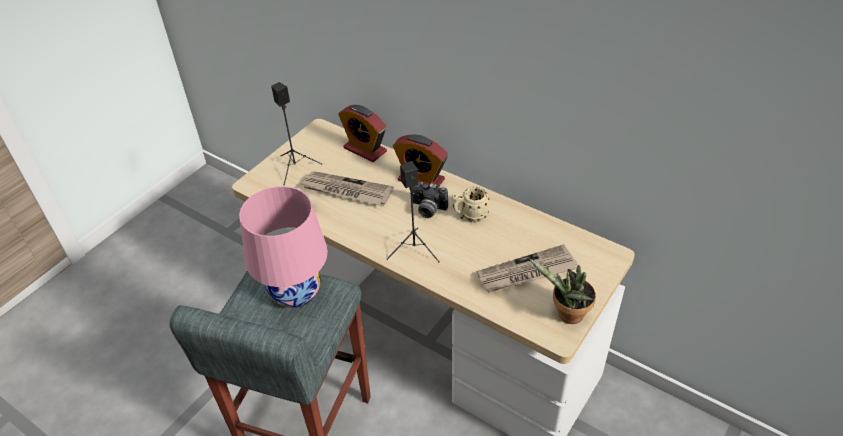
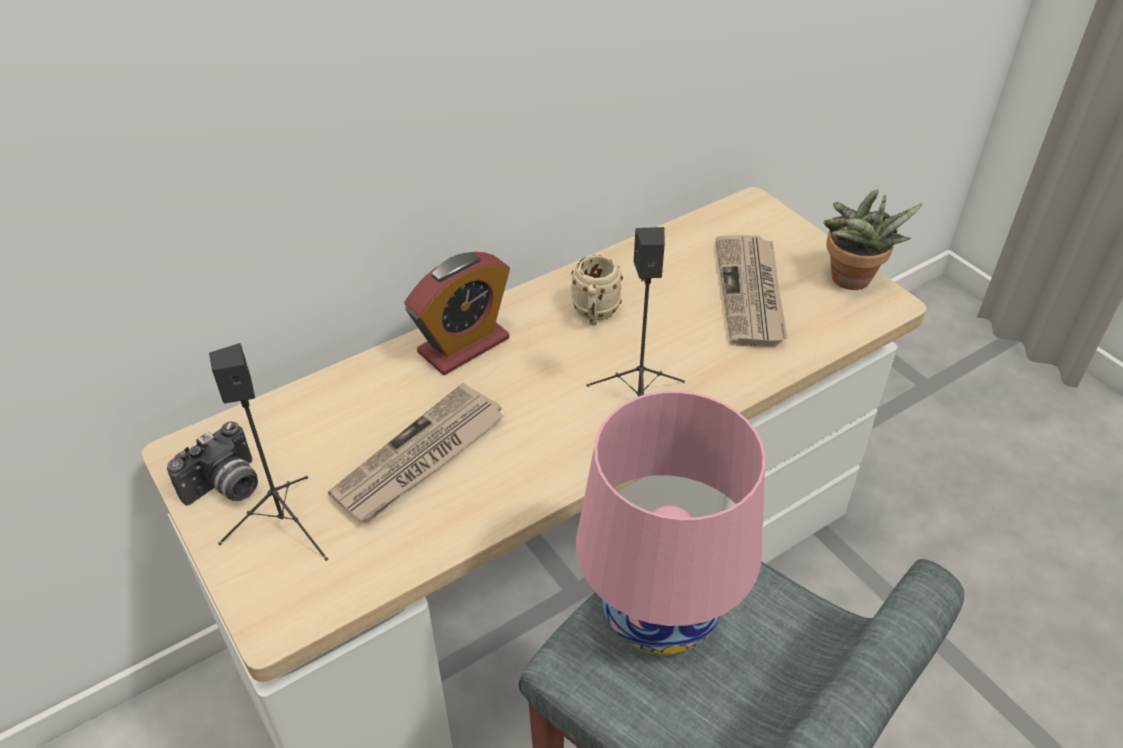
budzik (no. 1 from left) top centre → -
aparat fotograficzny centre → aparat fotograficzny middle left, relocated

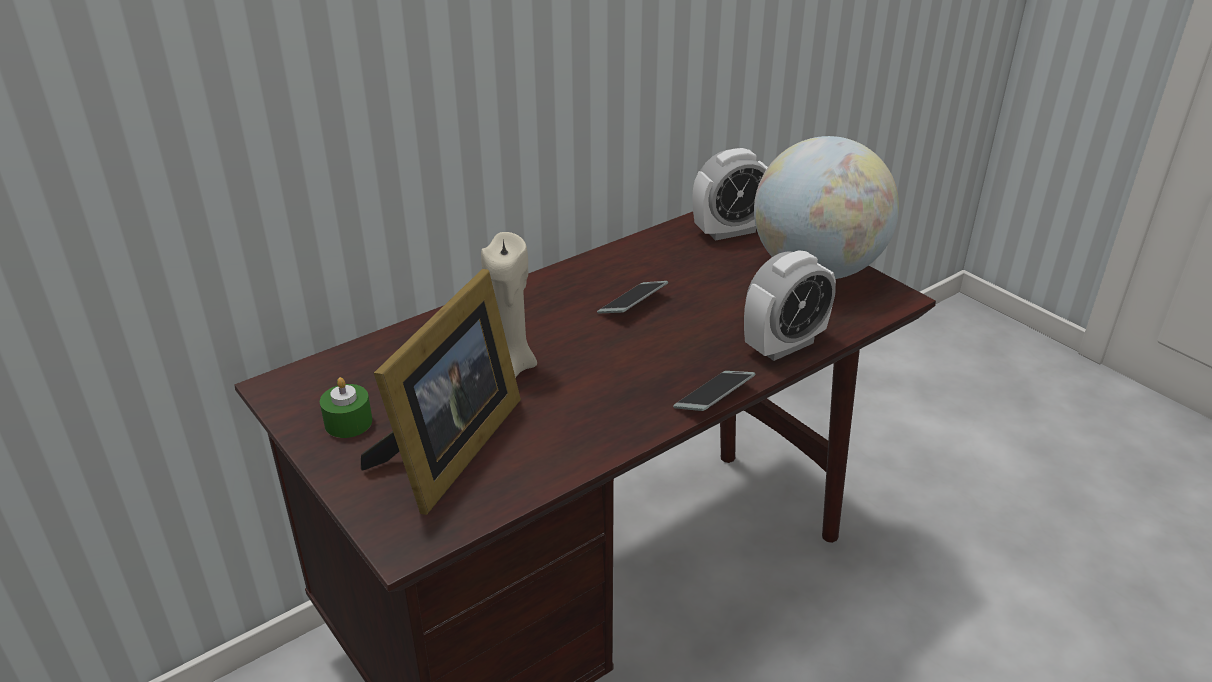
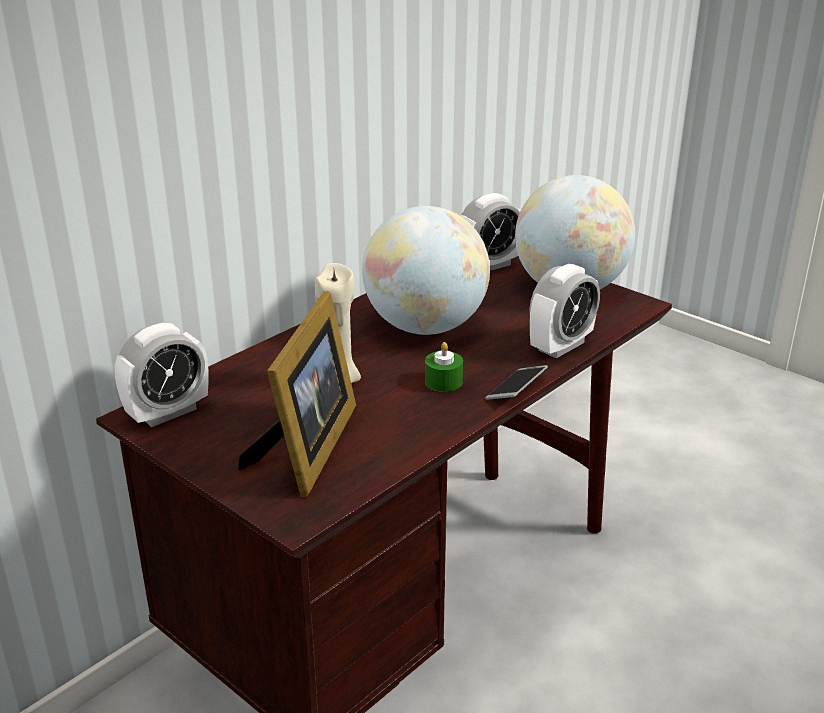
świeca/zielony middle left → świeca/zielony centre, relocated
telefon (no. 1 from left) centre → globus (no. 1 from left) centre
- → budzik (no. 1 from left) middle left

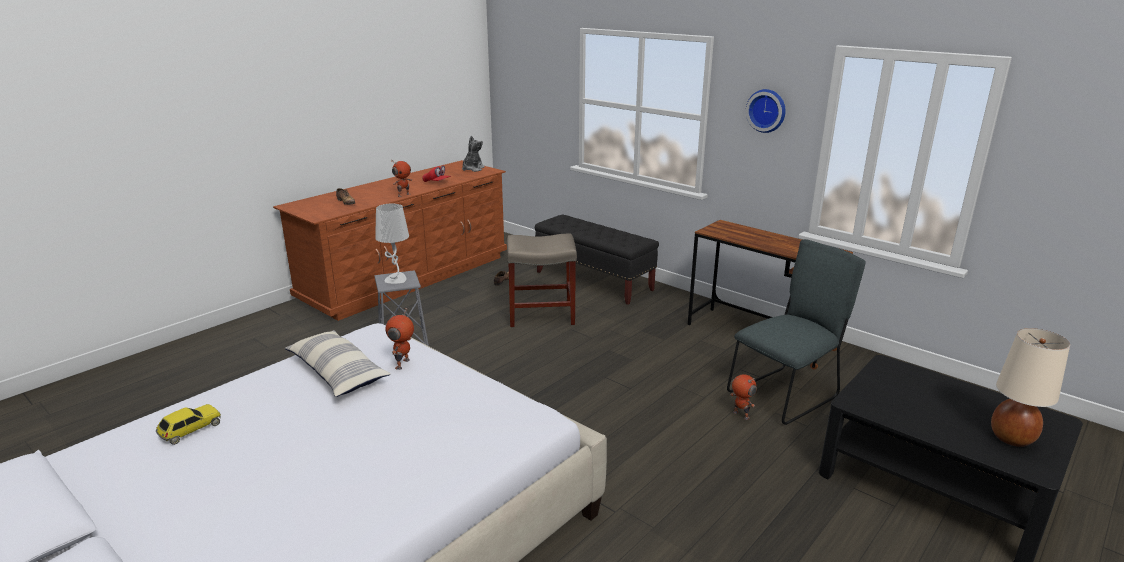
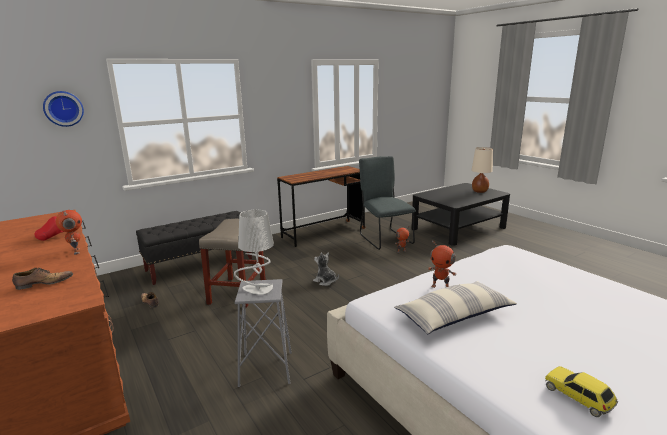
pluszak top centre → pluszak centre, relocated
zegar ścienny top right → zegar ścienny top left, relocated

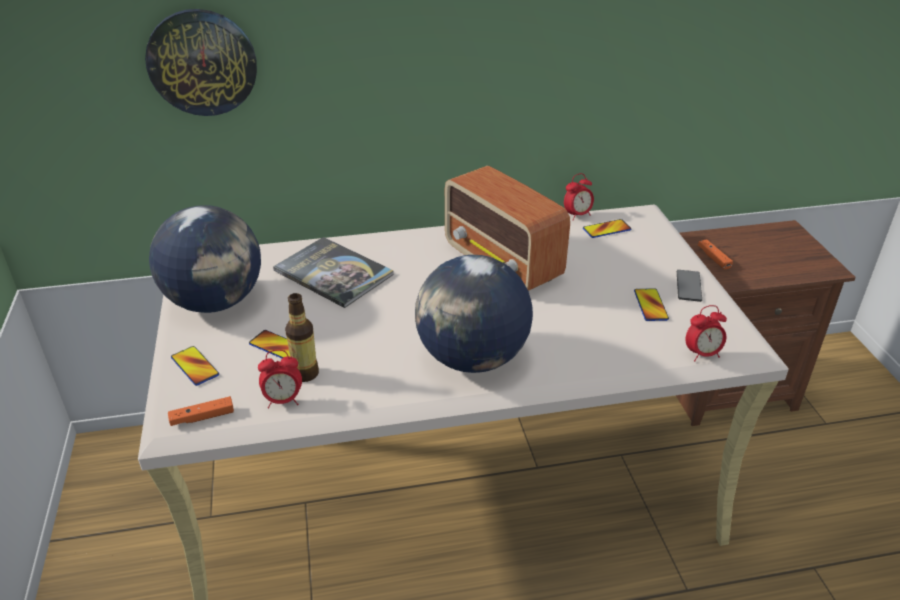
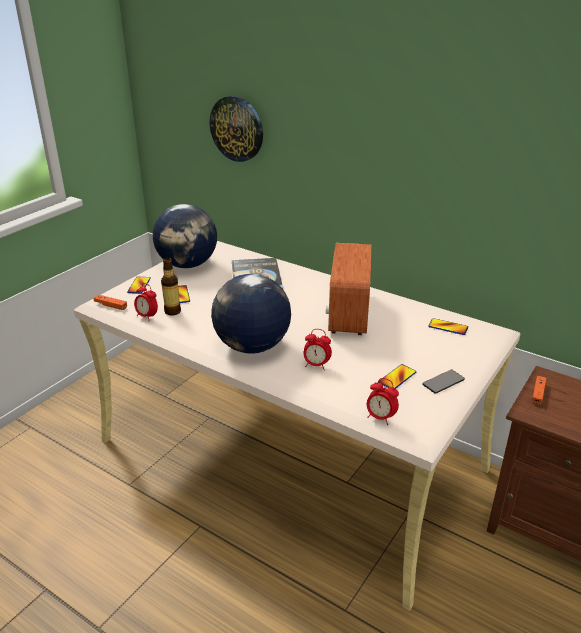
budzik (no. 2 from left) top centre → budzik (no. 2 from left) centre, relocated

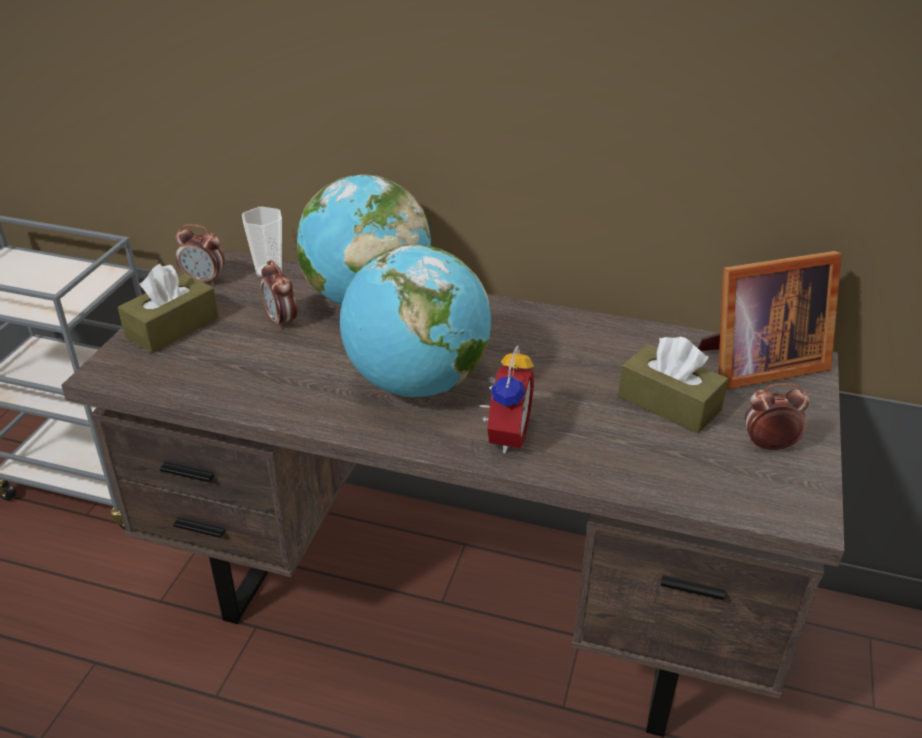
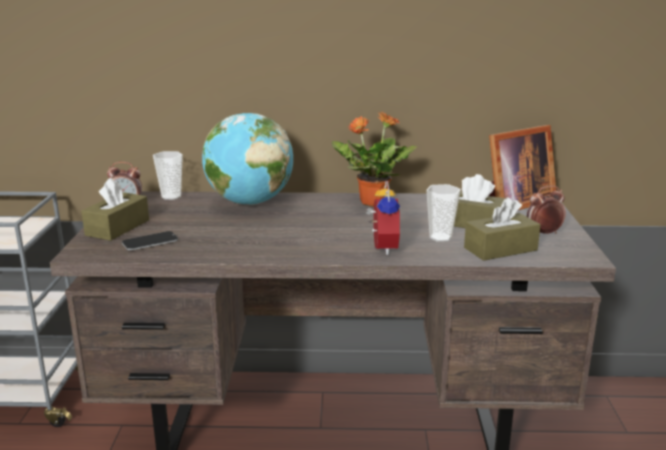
budzik (no. 2 from left) middle left → -
globus (no. 2 from left) centre → -
- → telefon middle left
- → roślina doniczkowa centre
- → filiżanka (no. 2 from left) centre
- → pudełko chusteczek/brązowy (no. 3 from left) middle right

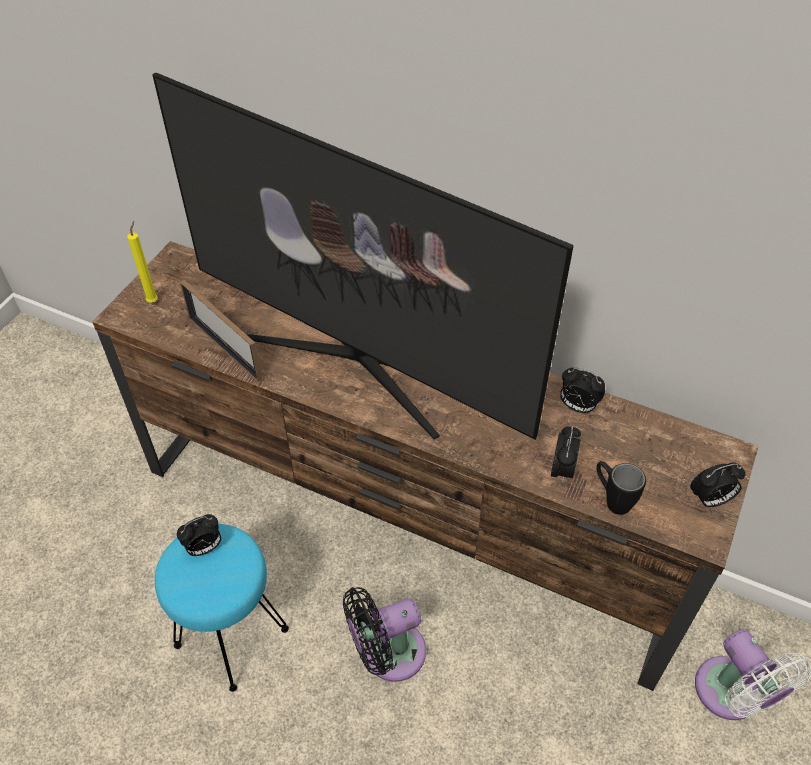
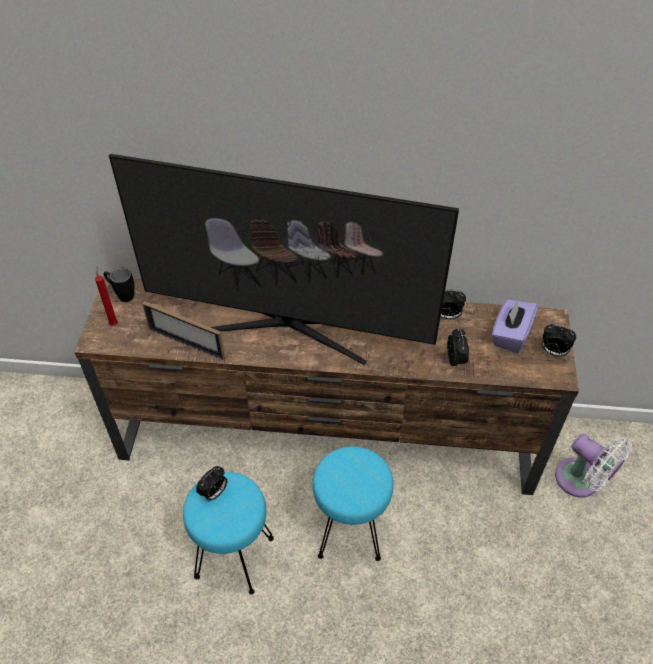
świeca/żółty middle left → świeca/czerwony middle left
wentylator/czarny bottom centre → stołek/turkusowy (no. 2 from left) bottom centre
kubek/czarny middle right → kubek/czarny middle left, relocated
budzik (no. 4 from left) middle right, 60 degrees clockwise
- → pudełko chusteczek/fioletowy middle right

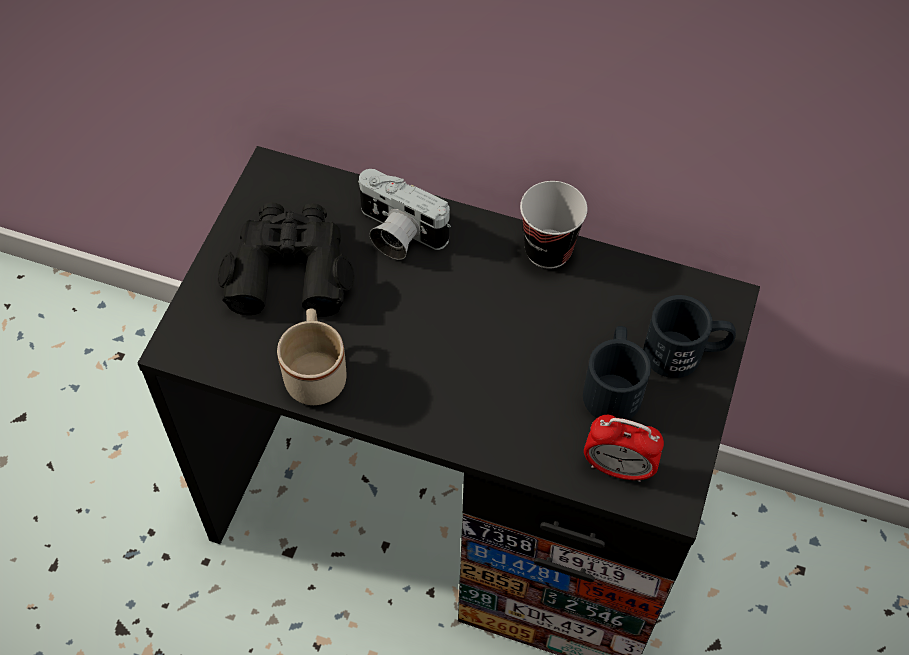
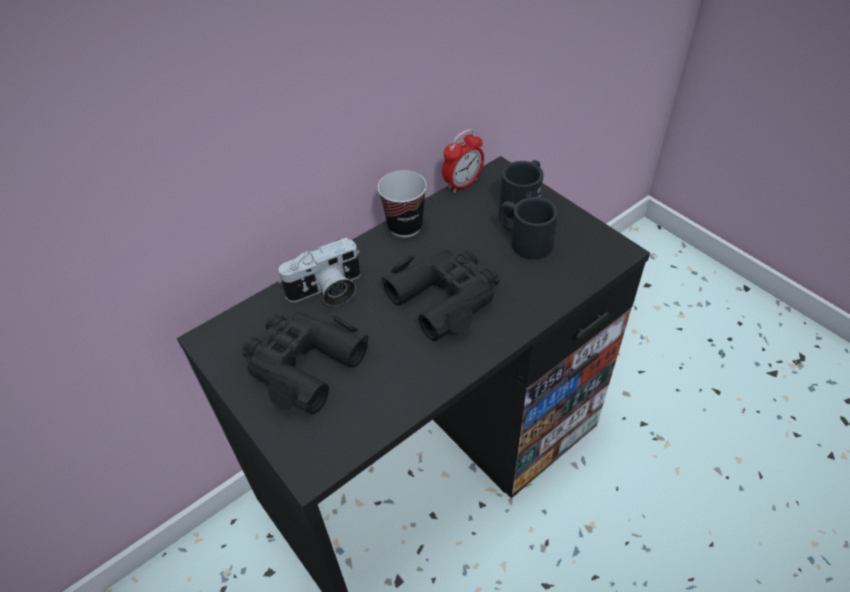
kubek/beżowy centre → -
budzik bottom right → budzik top centre, relocated
- → lornetka/czarny (no. 2 from left) centre

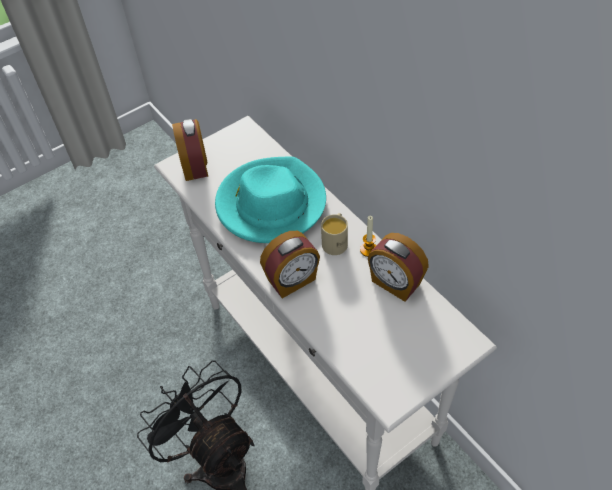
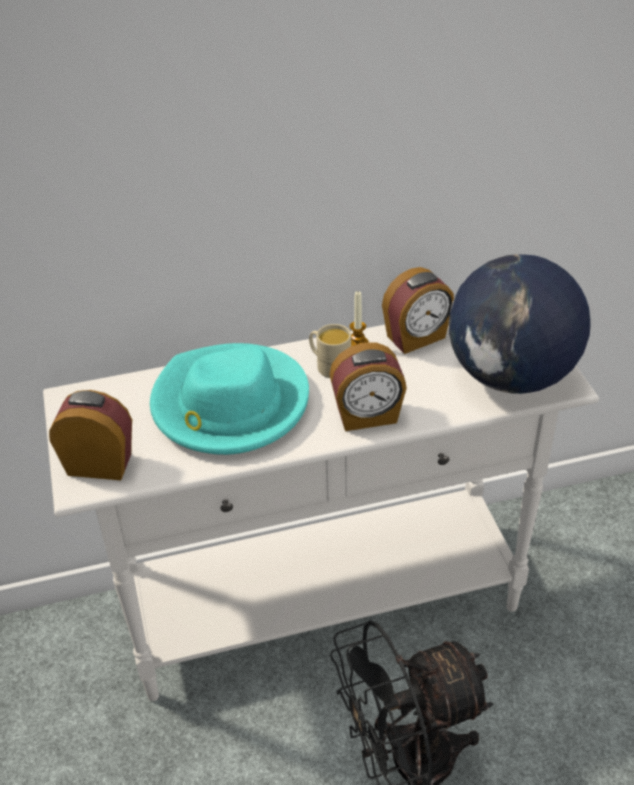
budzik (no. 2 from left) centre, 90 degrees clockwise
- → globus middle right

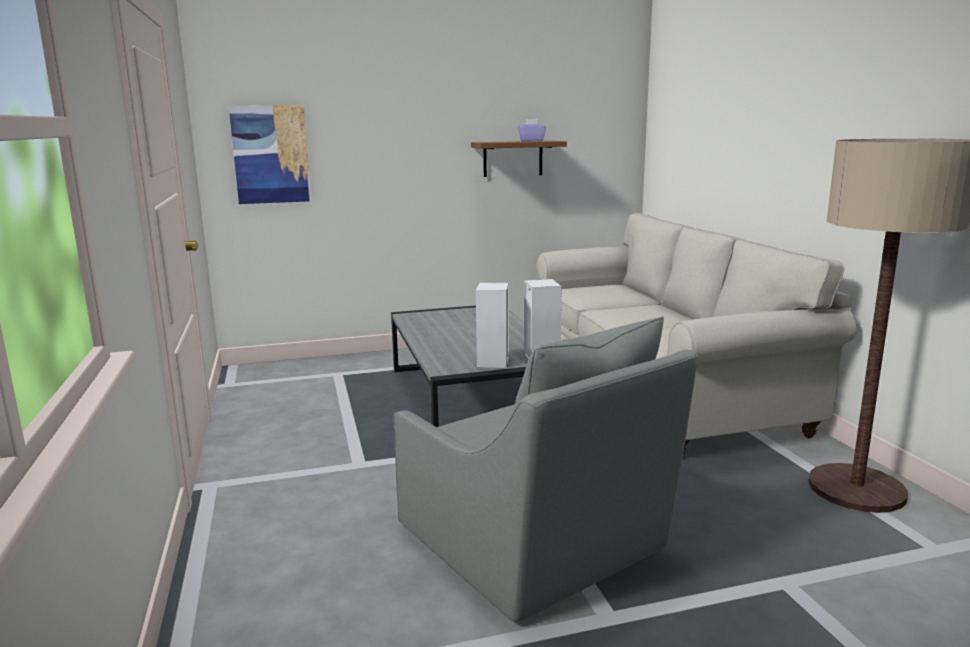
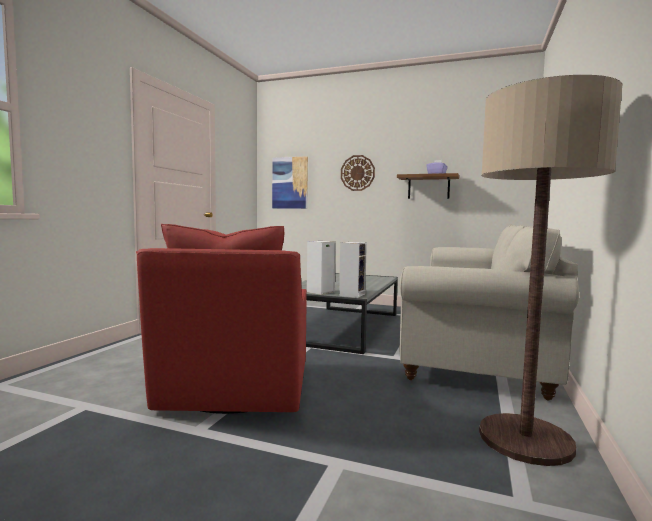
fotel/szary bottom centre → fotel/czerwony centre
- → zegar ścienny top centre

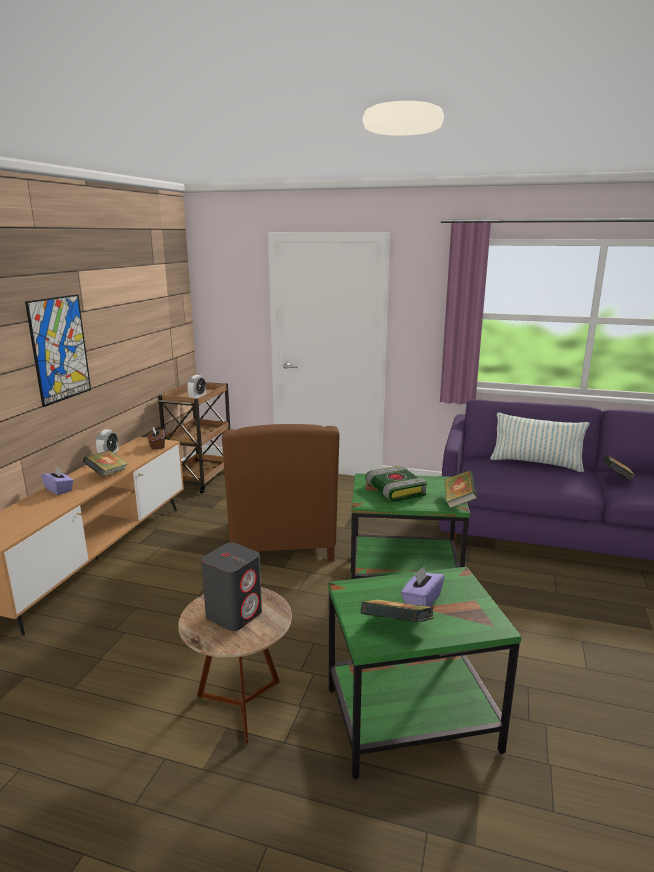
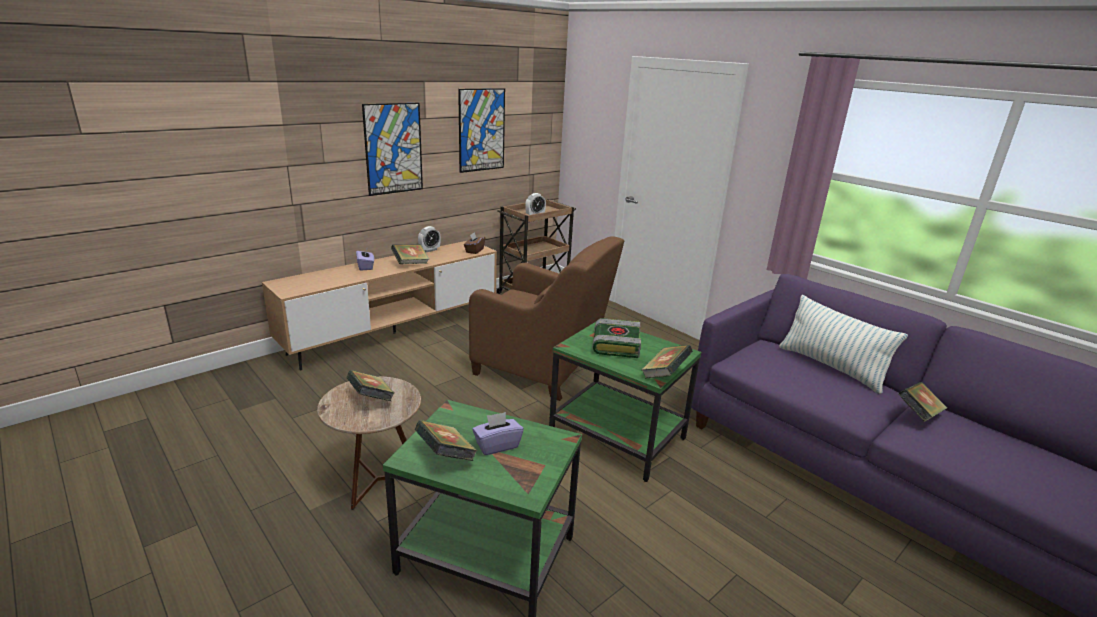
głośnik/szary bottom centre → książka (no. 1 from left) centre
fotel/brązowy centre, 90 degrees counterclockwise
- → obraz (no. 2 from left) top centre

